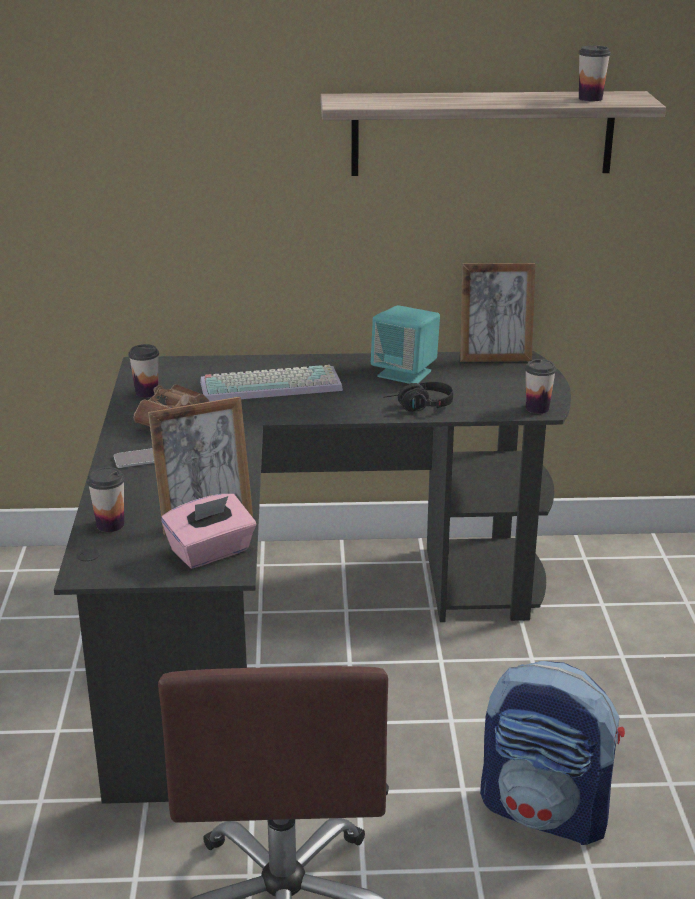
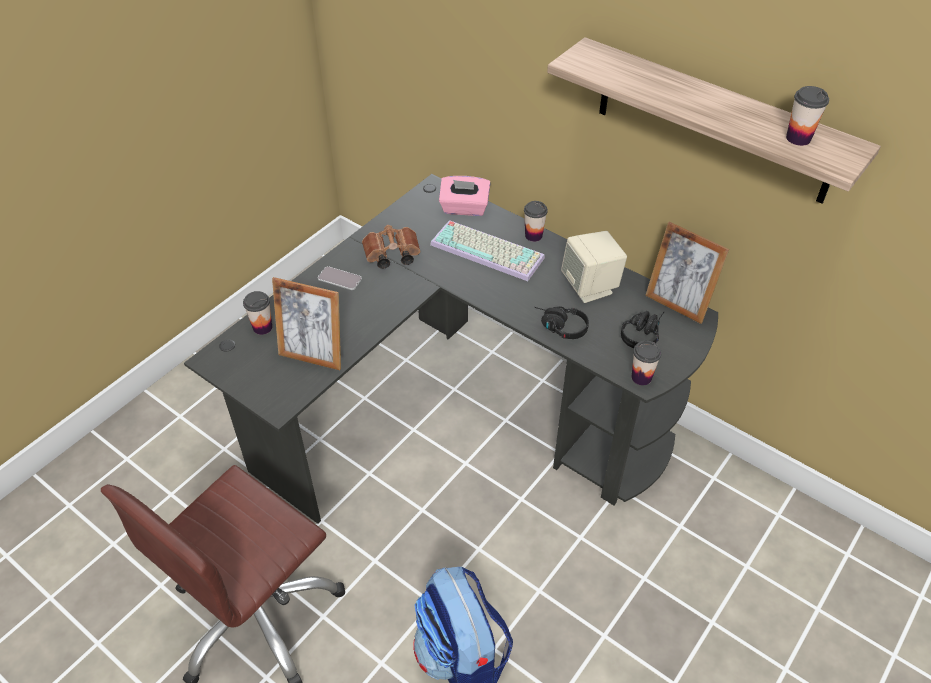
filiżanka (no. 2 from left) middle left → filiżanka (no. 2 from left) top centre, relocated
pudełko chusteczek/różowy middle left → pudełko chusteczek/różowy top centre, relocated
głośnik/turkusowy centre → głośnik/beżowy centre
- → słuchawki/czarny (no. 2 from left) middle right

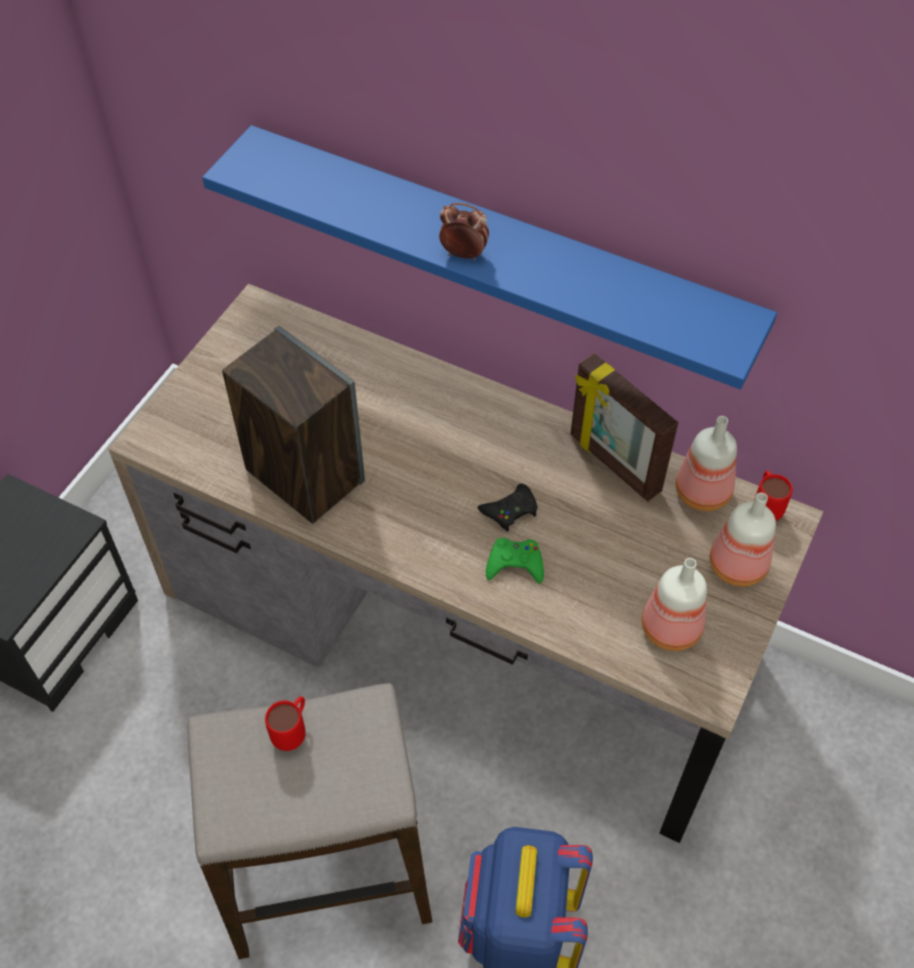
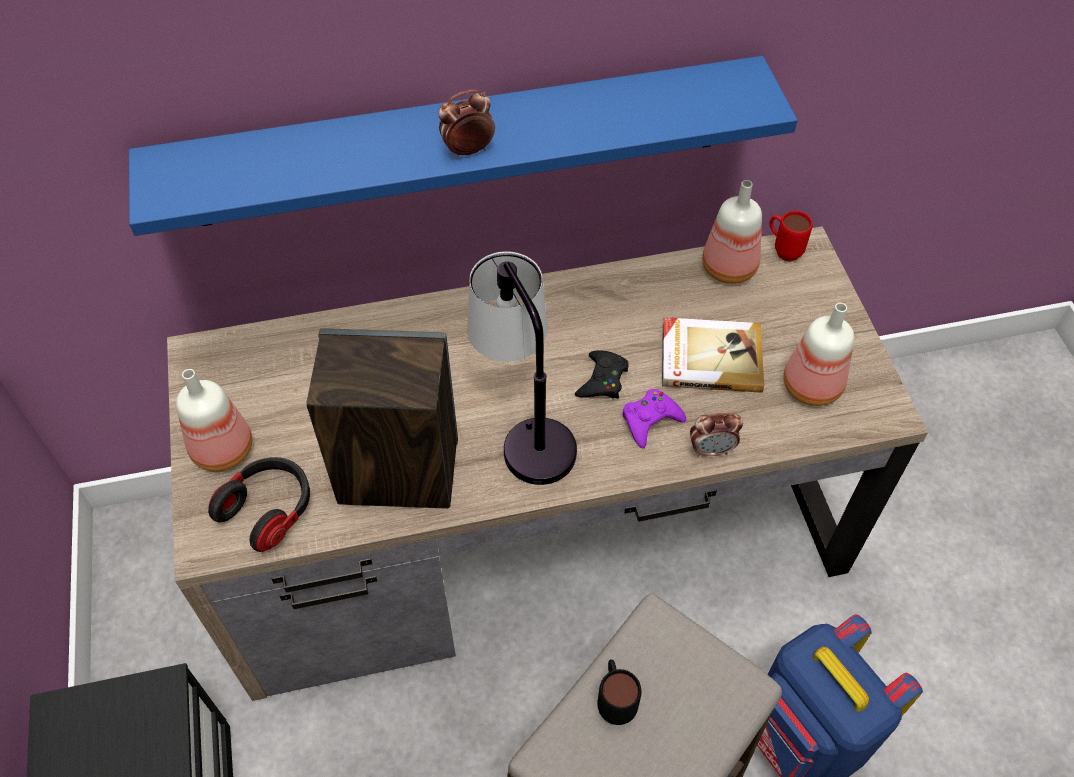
kubek/czerwony (no. 1 from left) bottom left → kubek/czarny bottom centre
pad do gier/zielony centre → pad do gier/fioletowy centre
ramka na zdjęcie middle right → -
butelka (no. 3 from left in the first image) middle right → butelka (no. 1 from left) middle left, relocated
- → słuchawki middle left
- → lampa stołowa centre
- → książka centre
- → budzik (no. 2 from left) middle right

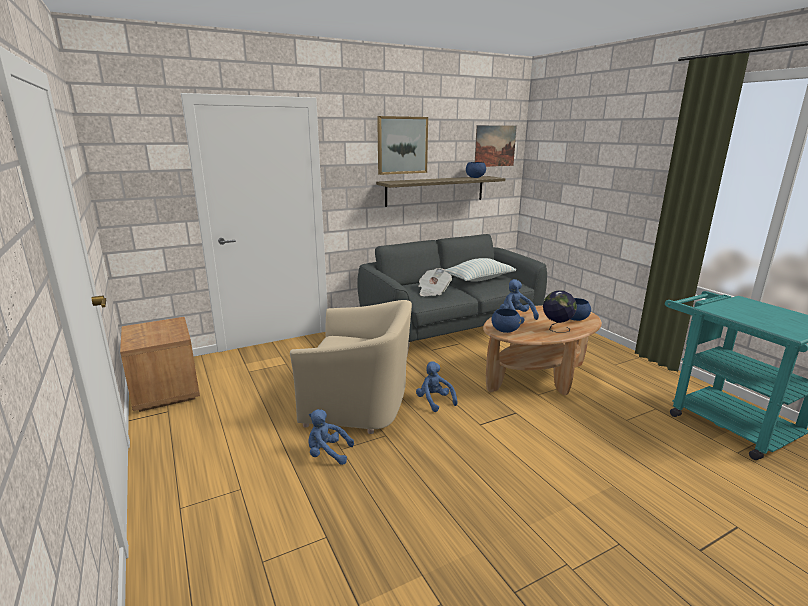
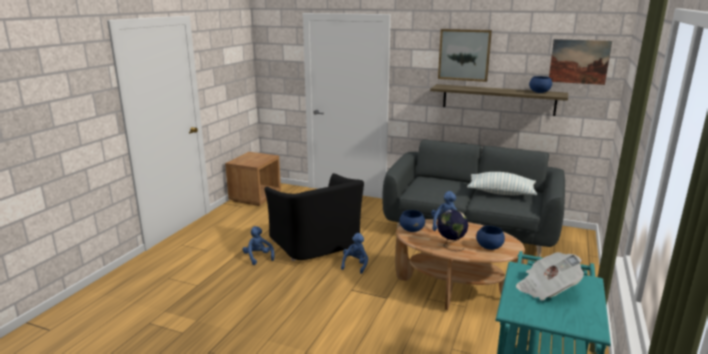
fotel/beżowy centre → fotel/czarny centre
gazeta centre → gazeta bottom right, relocated

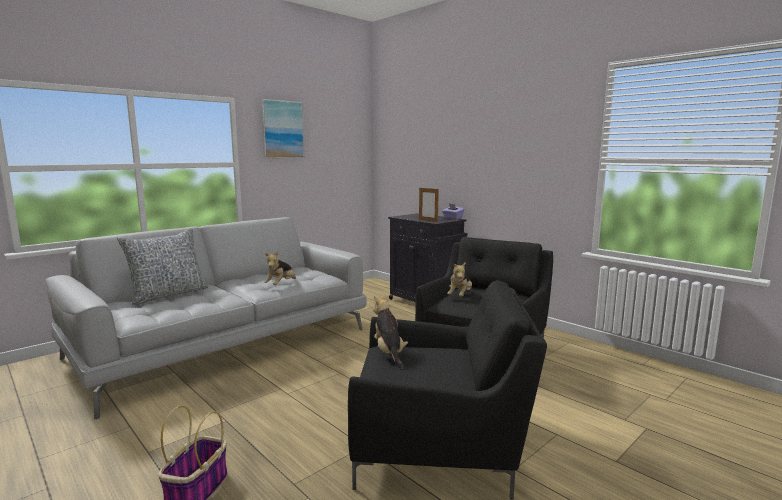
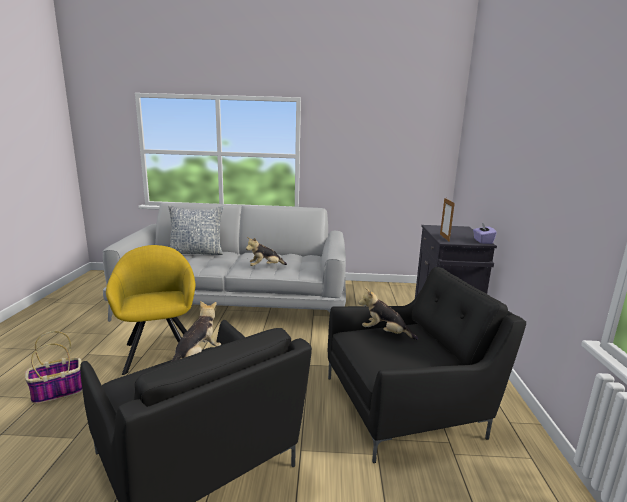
obraz top centre → -
pluszak (no. 3 from left) centre, 45 degrees clockwise
- → fotel/żółty middle left

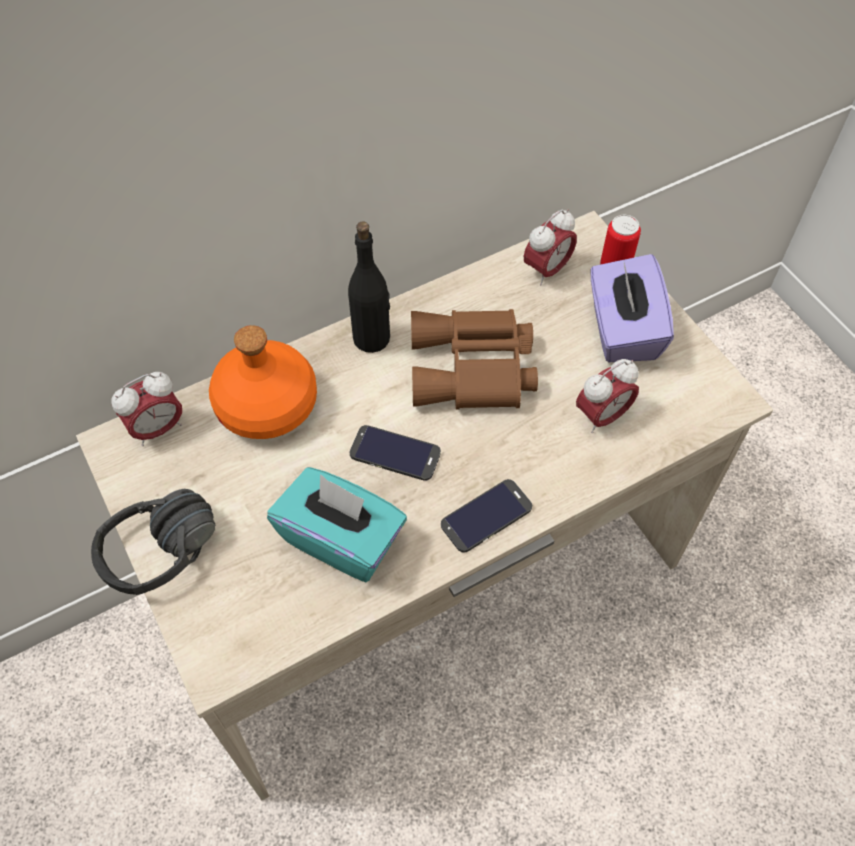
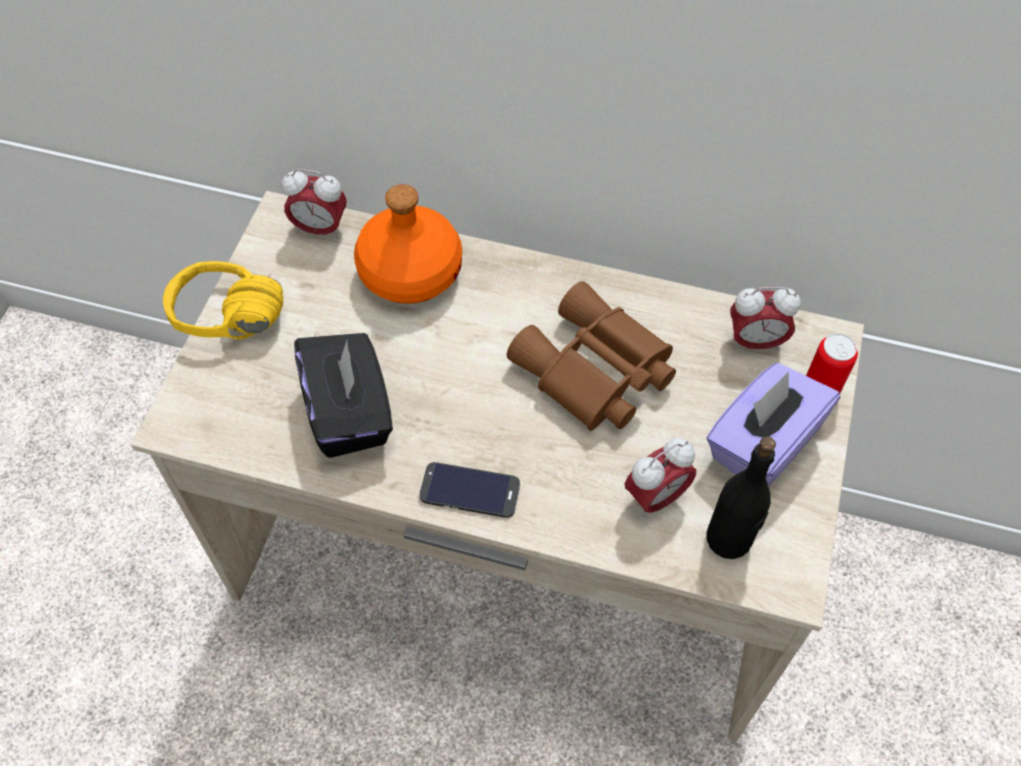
słuchawki/czarny middle left → słuchawki/żółty middle left
pudełko chusteczek/turkusowy centre → pudełko chusteczek/czarny centre
butelka/czarny centre → butelka/czarny middle right, relocated
telefon (no. 1 from left) centre → -
budzik (no. 3 from left in the first image) middle right → budzik (no. 2 from left) centre, 45 degrees counterclockwise

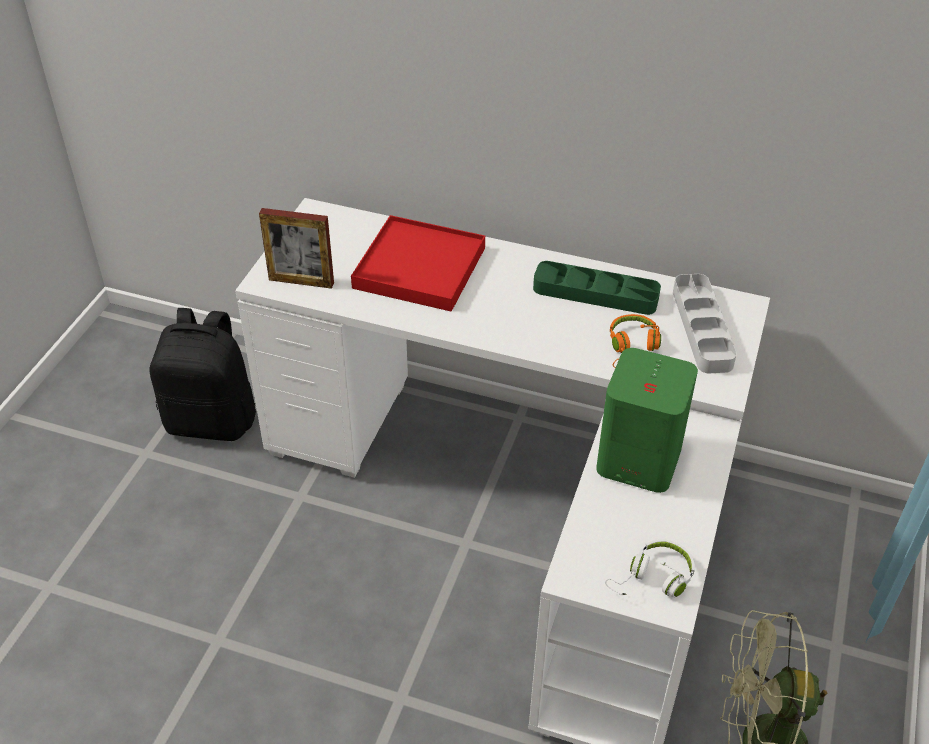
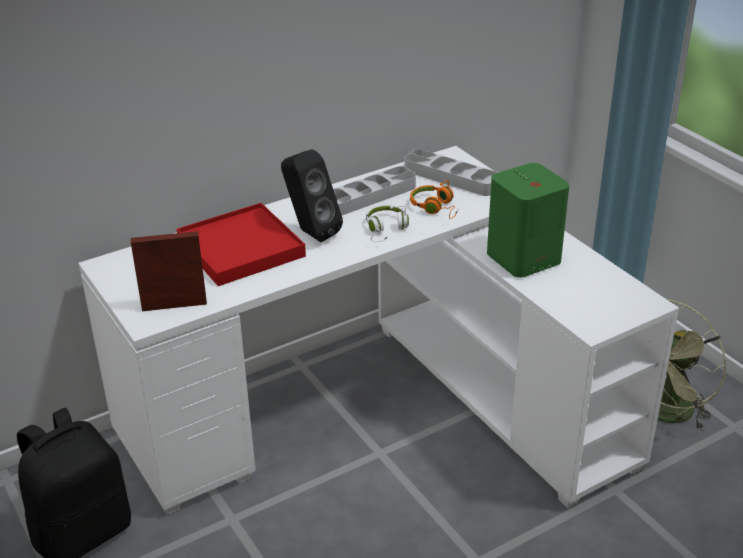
ramka na zdjęcie middle left, 150 degrees counterclockwise
taca/zielony centre → taca/szary (no. 1 from left) centre
słuchawki/biały bottom right → słuchawki/biały centre, relocated
- → głośnik/czarny centre

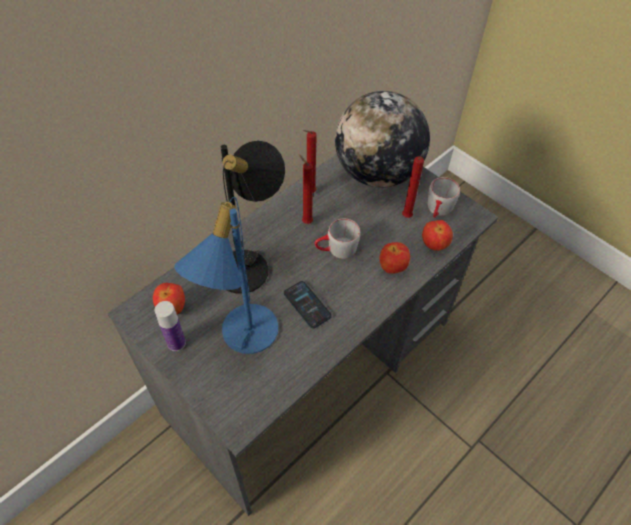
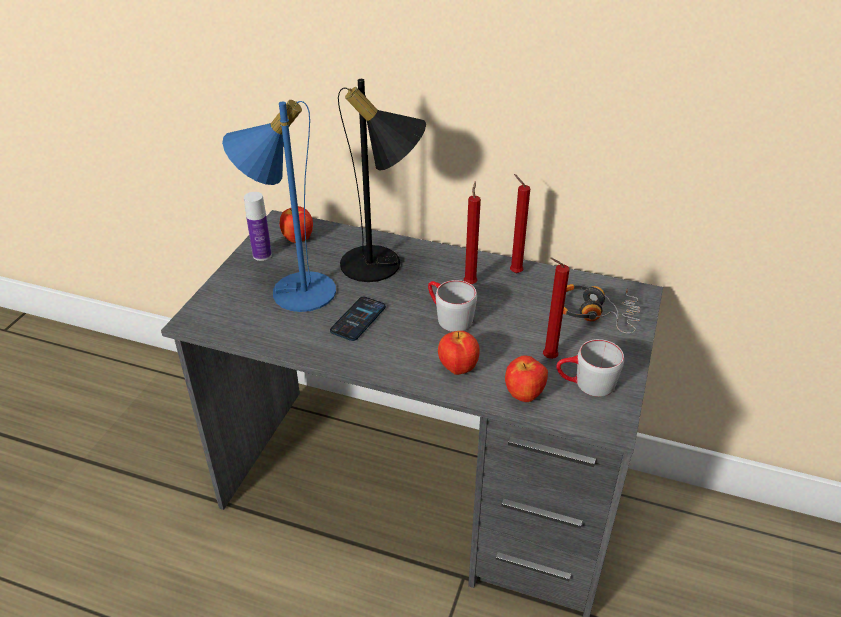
globus top centre → słuchawki middle right

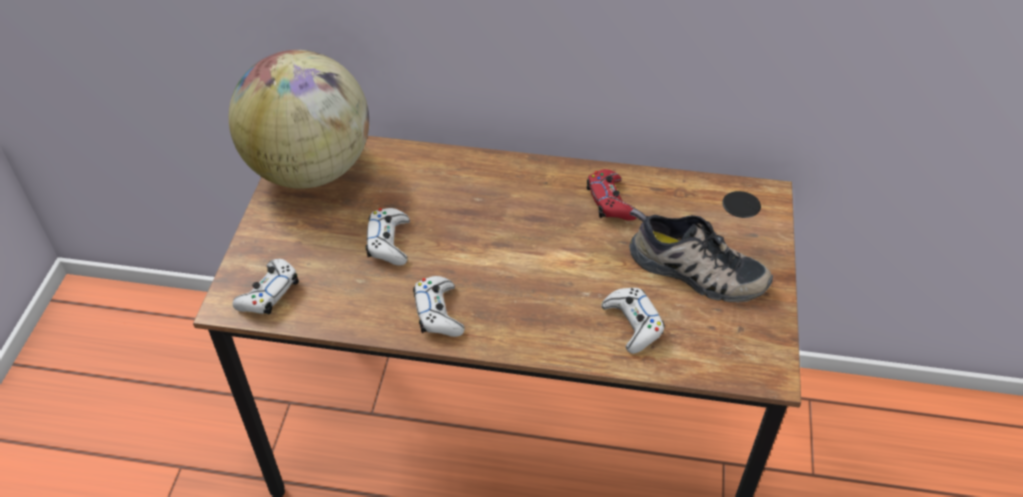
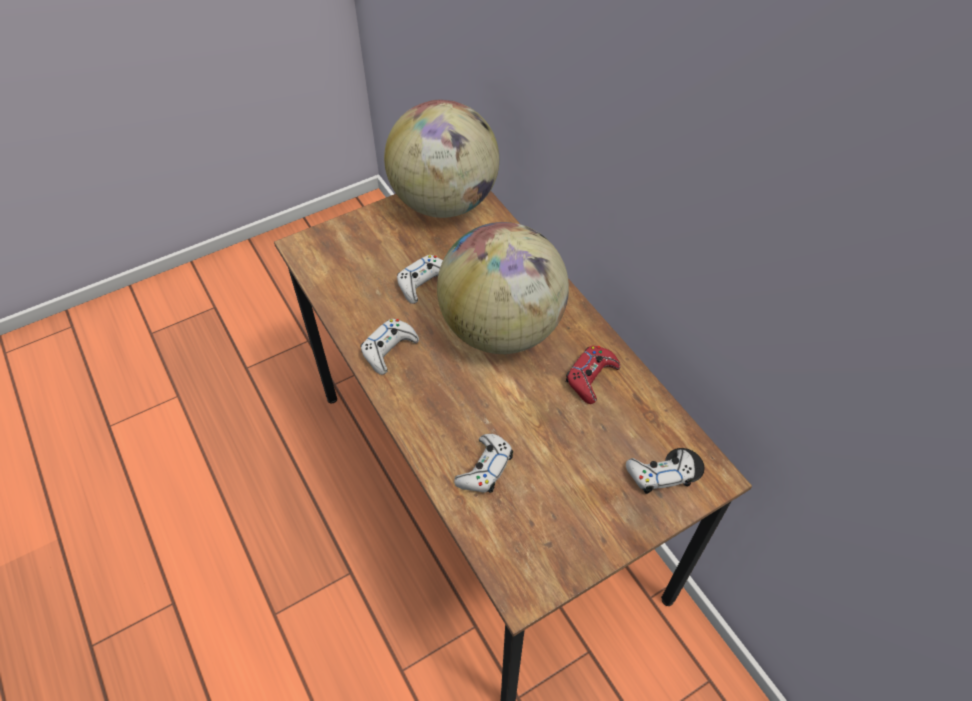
pad do gier/biały (no. 1 from left in the first image) middle left → pad do gier/biały (no. 4 from left) bottom right, relocated
but middle right → -
- → globus (no. 2 from left) centre

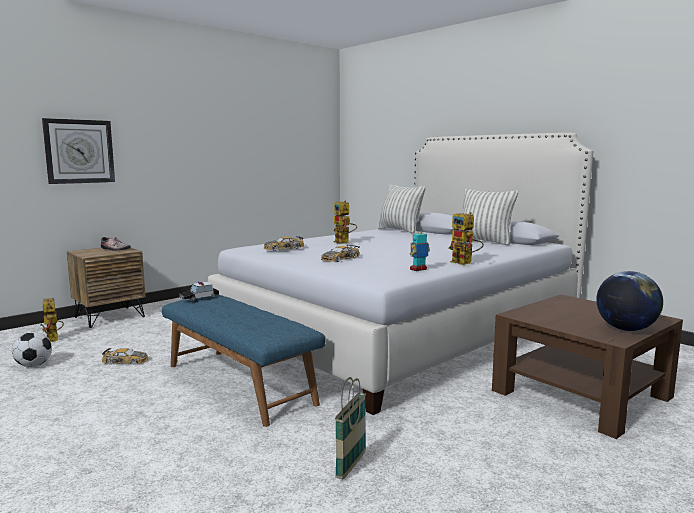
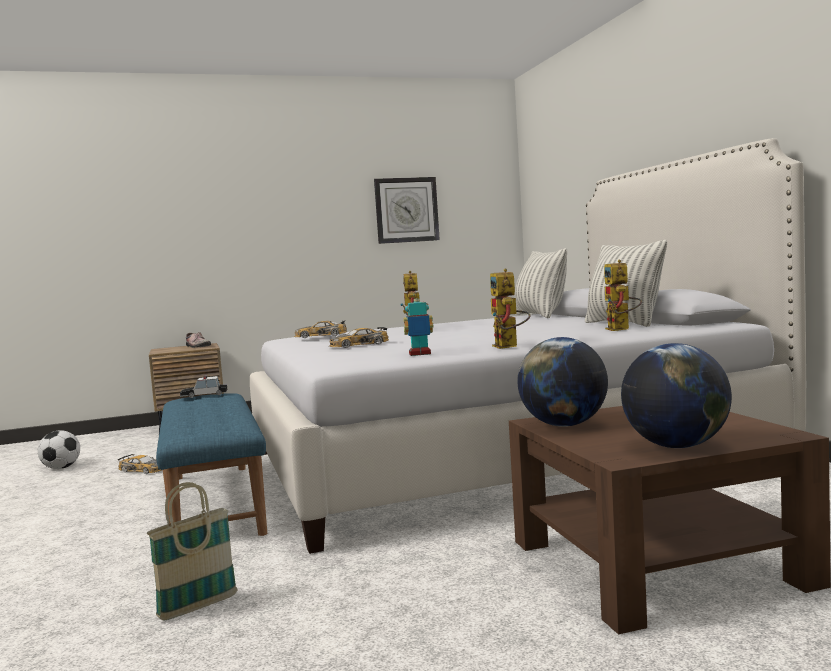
robot zabawkowy (no. 1 from left in the first image) middle left → robot zabawkowy (no. 4 from left) middle right, relocated
zegar ścienny top left → zegar ścienny top centre, relocated
- → globus (no. 1 from left) middle right

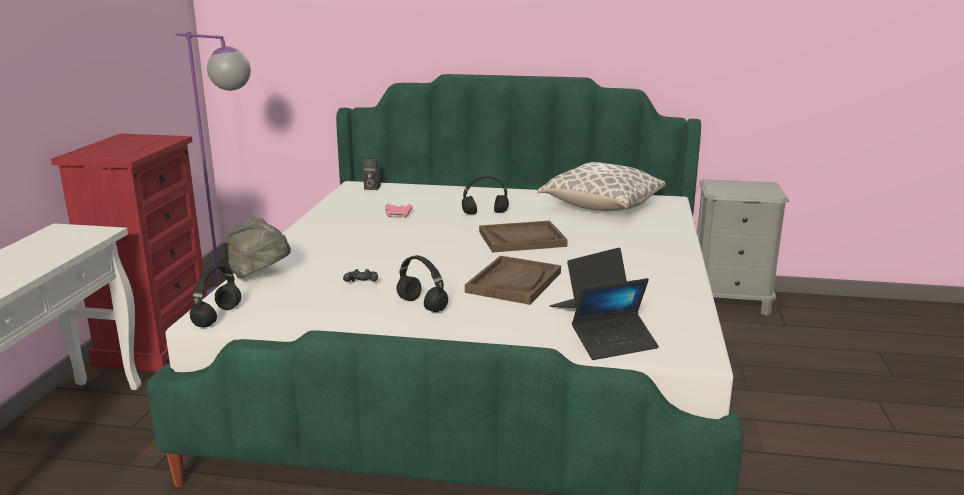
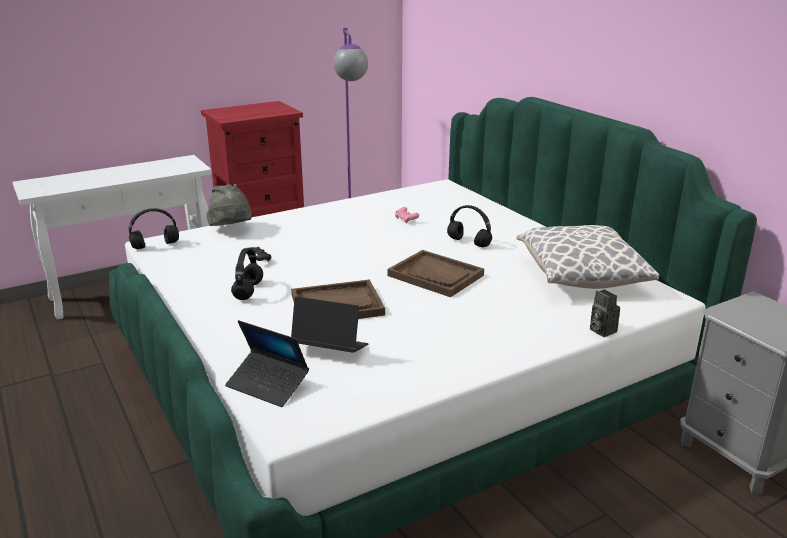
aparat fotograficzny centre → aparat fotograficzny middle right, relocated

